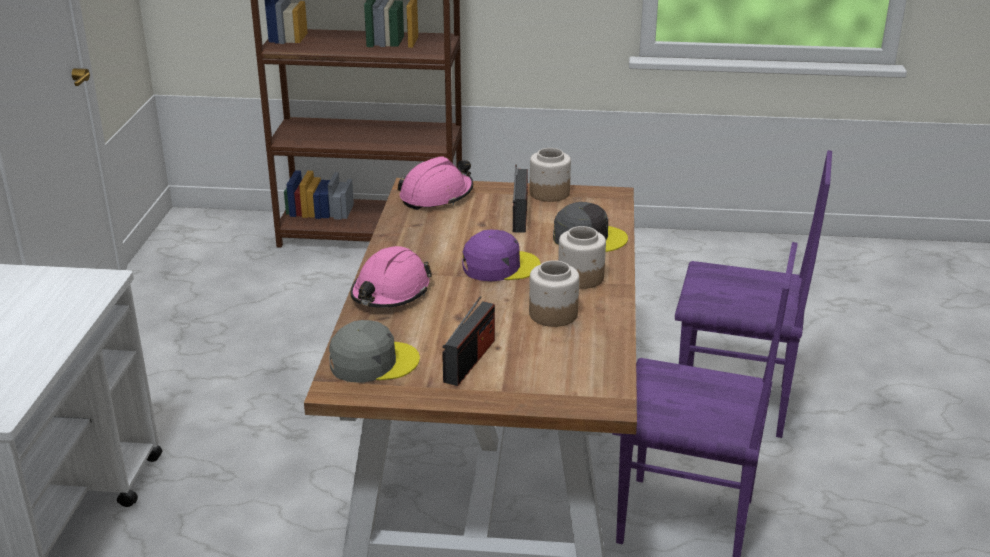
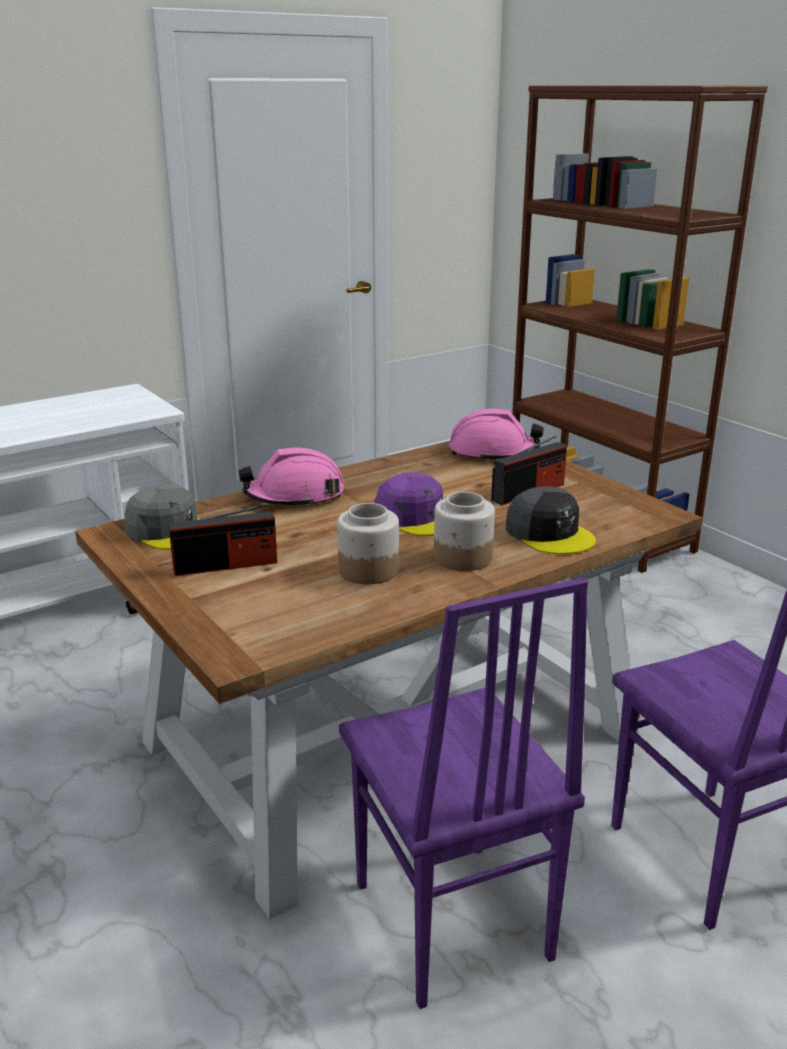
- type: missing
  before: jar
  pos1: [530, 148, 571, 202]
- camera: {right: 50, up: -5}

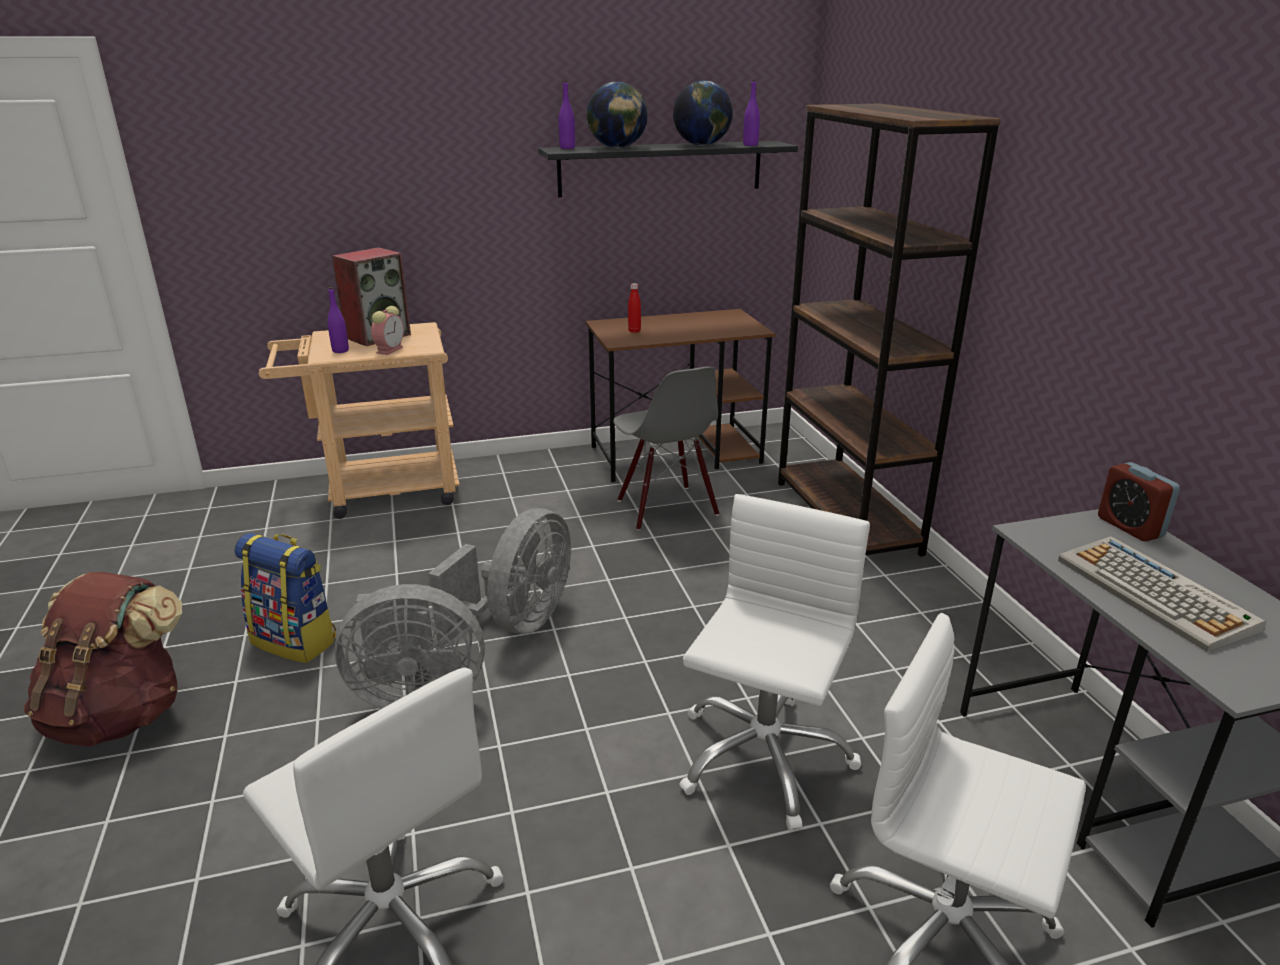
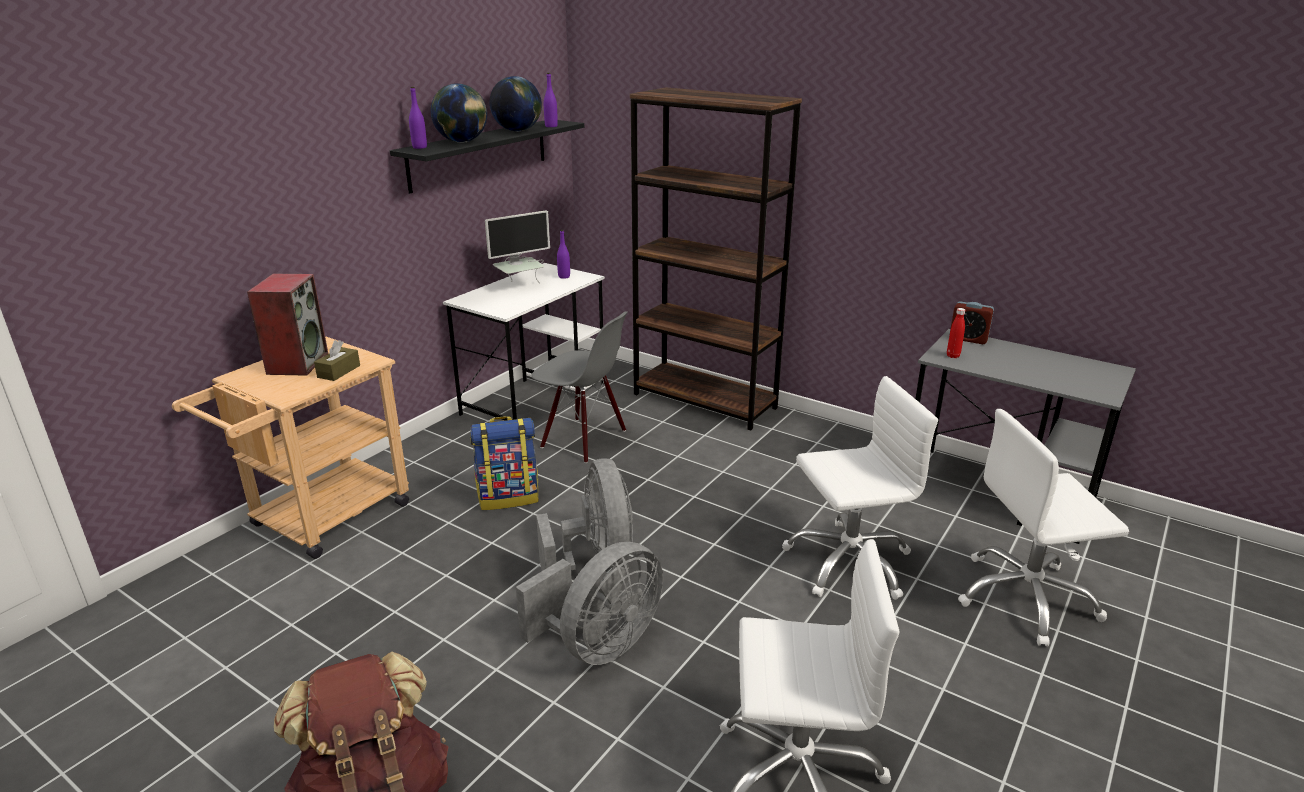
- type: missing
  before: computer keyboard
  pos1: [1058, 536, 1266, 652]
- type: appeared
  after: monitor
  pos2: [485, 210, 550, 284]
- type: relocated
  before: backpack
  pos1: [234, 533, 336, 663]
  pos2: [470, 416, 539, 510]
- type: relocated
  before: purplish beverage bottle
  pos1: [327, 287, 349, 353]
  pos2: [557, 230, 570, 279]
- type: relocated
  before: red-coloured beverage bottle
  pos1: [628, 283, 641, 333]
  pos2: [947, 308, 965, 358]
- type: exchanged
  before: alarm clock
  after: brownish box of tissues
  pos1: [371, 306, 404, 355]
  pos2: [314, 340, 360, 381]
- type: colour
  before: brownish desk unit
  after: whitish desk unit
  pos1: [585, 309, 776, 482]
  pos2: [443, 263, 605, 421]
- type: spun
  before: whitish desk chair
  pos1: [679, 494, 870, 830]
  pos2: [782, 376, 938, 600]
  turn: 90
- camera: {right: -40, up: 0}

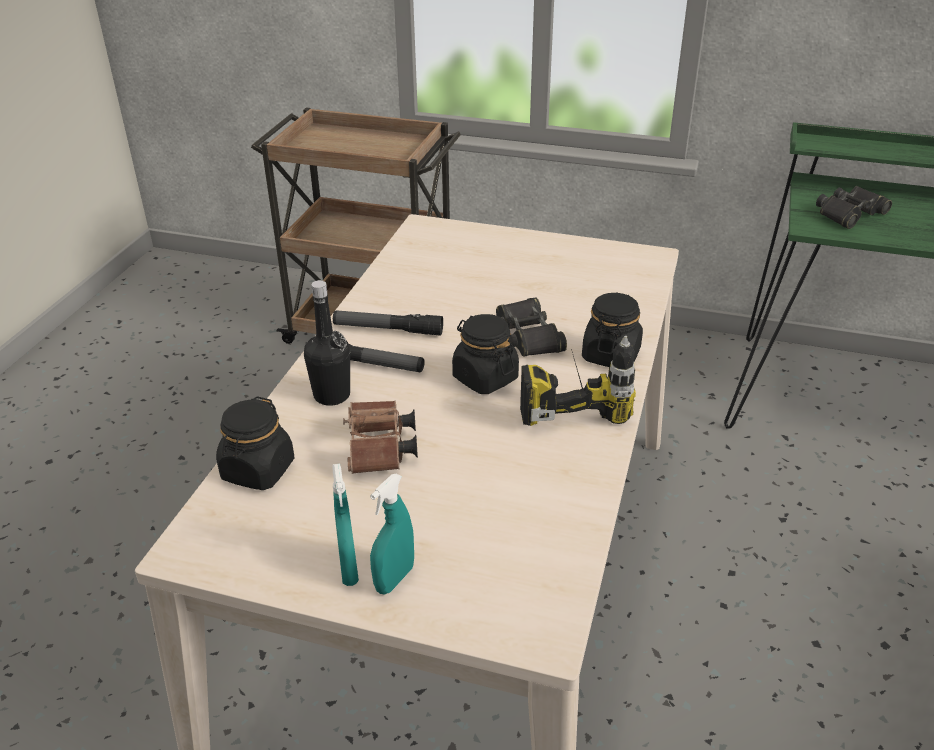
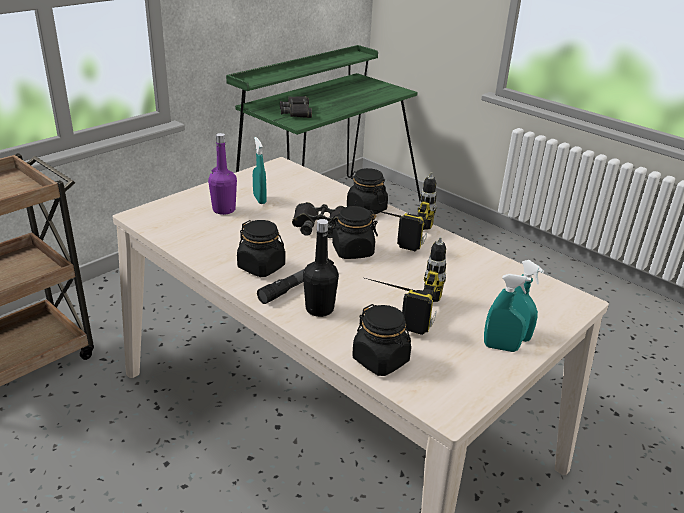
- type: appeared
  after: purplish beverage bottle
  pos2: [208, 133, 237, 215]
- type: appeared
  after: turquoise-coloured sprayer
  pos2: [253, 137, 267, 204]
- type: exchanged
  before: hand torch
  after: blackish jar
  pos1: [333, 310, 443, 336]
  pos2: [237, 220, 285, 277]
- type: exchanged
  before: brownish binoculars
  after: power drill
  pos1: [343, 401, 418, 474]
  pos2: [365, 237, 446, 335]
- camera: {right: -65, up: -5}

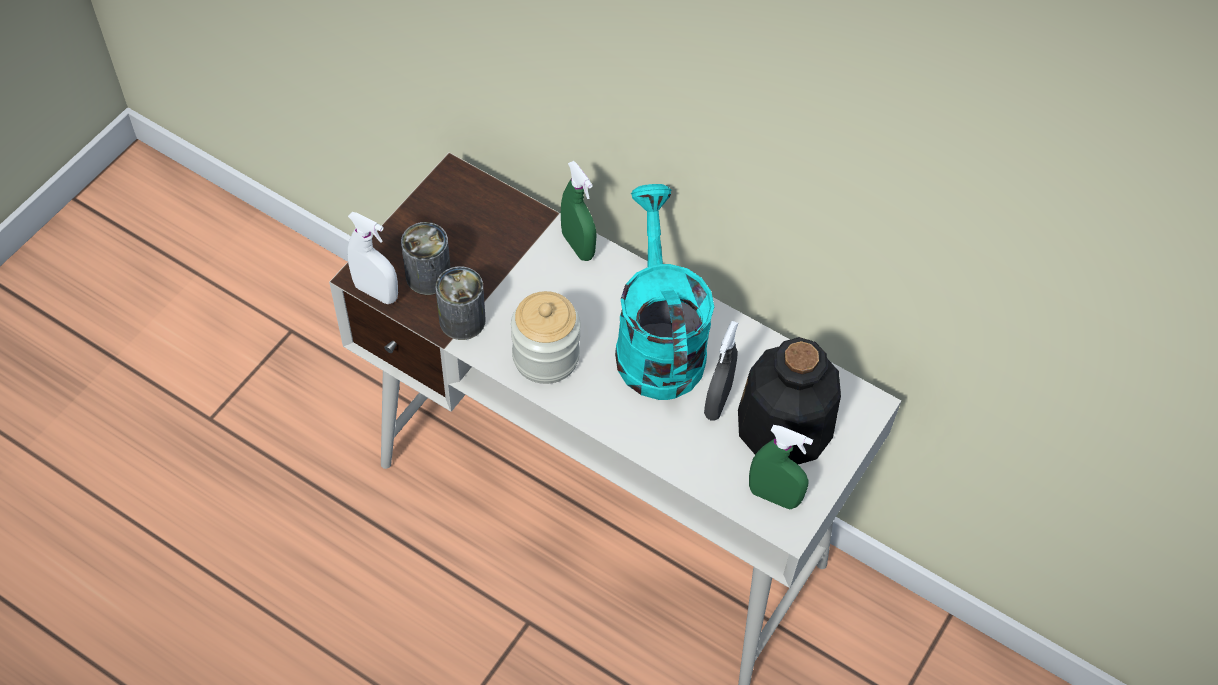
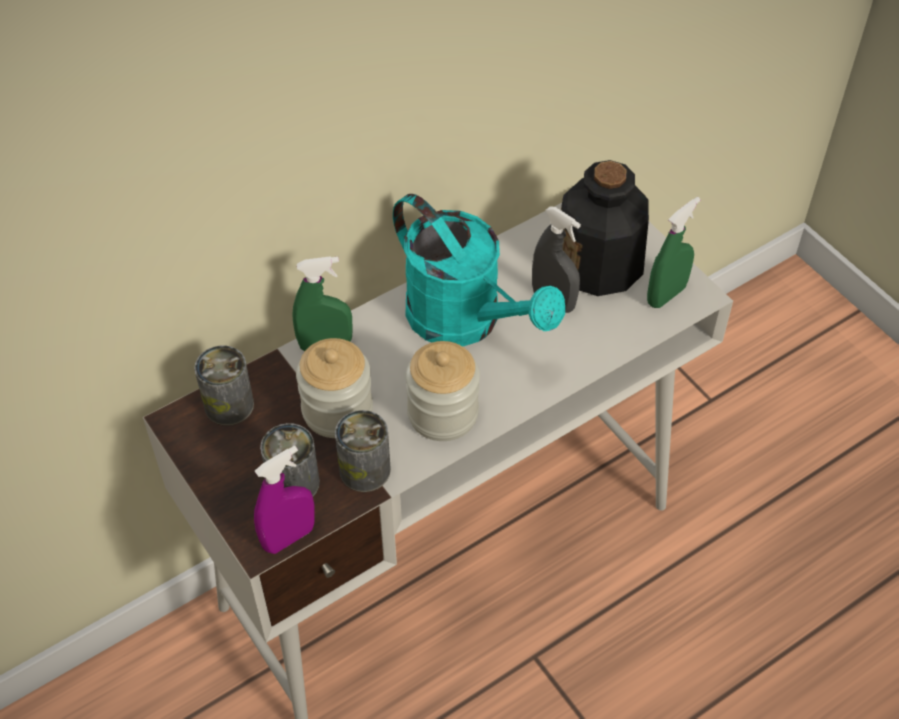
- type: appeared
  after: sealed can
  pos2: [194, 346, 254, 426]
- type: appeared
  after: jar
  pos2: [296, 338, 373, 438]
- type: colour
  before: whitish sprayer
  after: purplish sprayer
  pos1: [347, 212, 398, 304]
  pos2: [254, 445, 314, 554]
- type: spun
  before: turquoise-coloured sprinkling can
  pos1: [615, 184, 714, 400]
  pos2: [393, 194, 565, 346]
  turn: -150
- camera: {right: -65, up: -5}

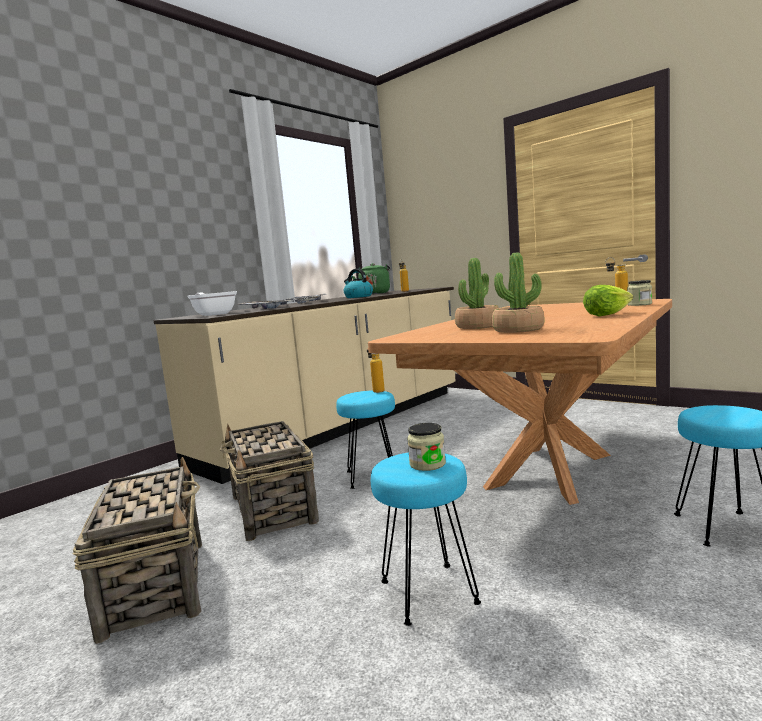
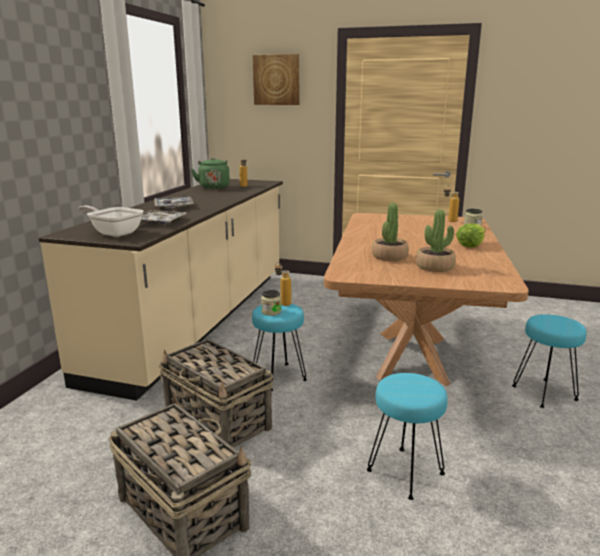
- type: missing
  before: tea kettle
  pos1: [344, 269, 373, 298]
- type: appeared
  after: wall picture
  pos2: [253, 54, 299, 105]
- type: relocated
  before: jar
  pos1: [407, 423, 446, 471]
  pos2: [261, 290, 281, 316]
- camera: {right: -25, up: 10}

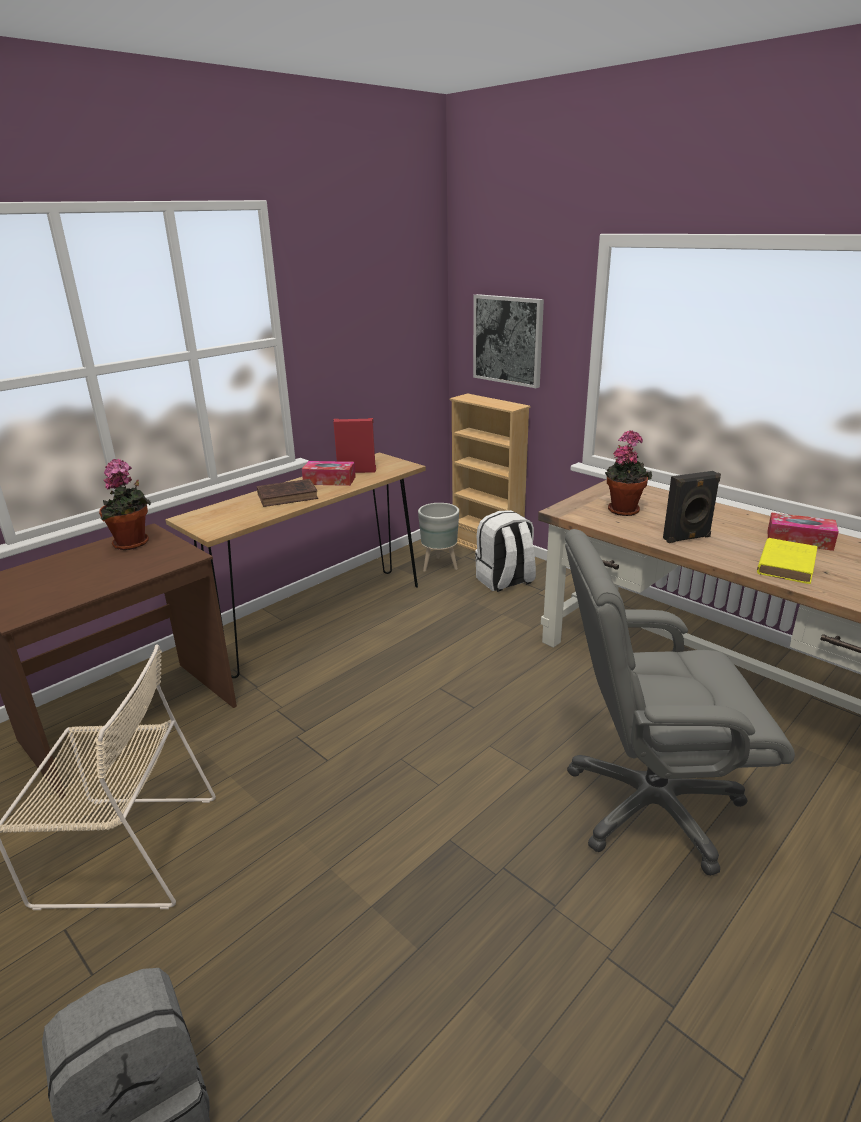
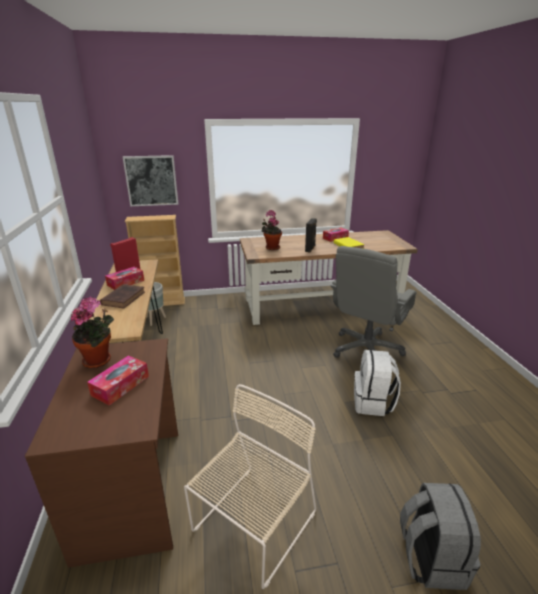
- type: appeared
  after: box of tissues
  pos2: [87, 355, 149, 406]
- type: relocated
  before: whitish backpack
  pos1: [475, 510, 536, 592]
  pos2: [354, 350, 401, 416]
- camera: {right: -55, up: 0}

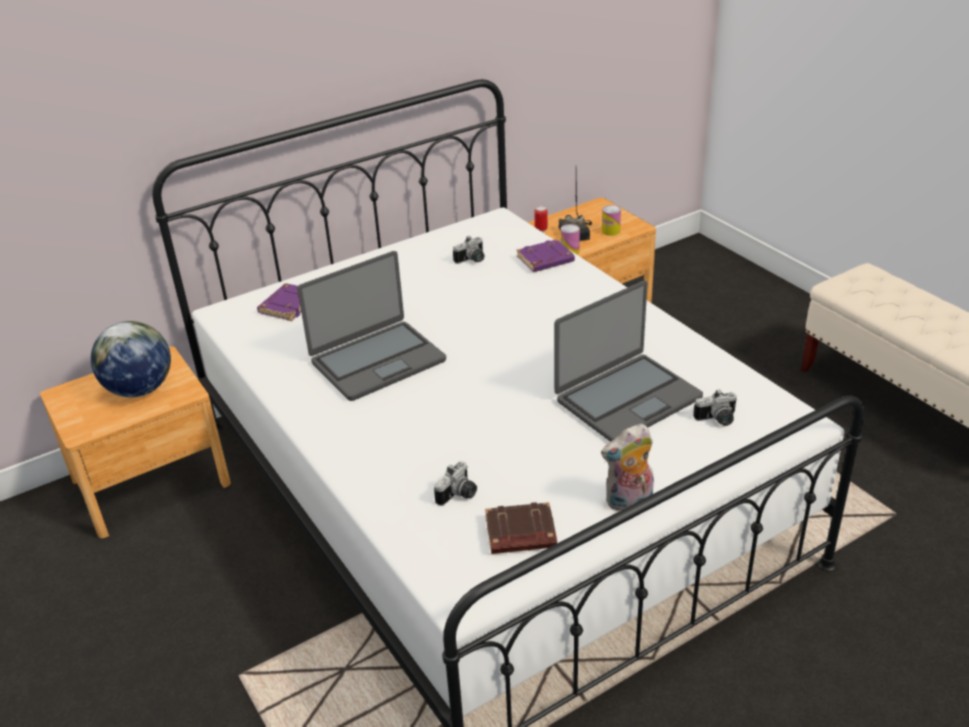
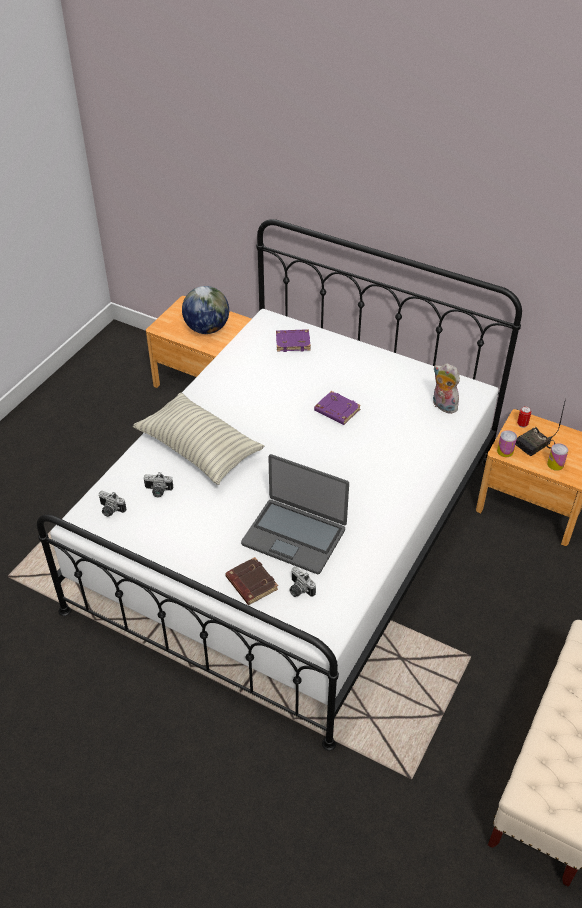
- type: missing
  before: portable computer
  pos1: [297, 251, 446, 401]
- type: appeared
  after: cushion
  pos2: [133, 392, 264, 485]
- type: relocated
  before: still camera
  pos1: [453, 236, 485, 264]
  pos2: [98, 491, 127, 517]
- type: relocated
  before: brownish book
  pos1: [485, 502, 557, 554]
  pos2: [225, 557, 278, 605]
- type: relocated
  before: purplish book
  pos1: [517, 239, 575, 272]
  pos2: [314, 391, 361, 425]
- type: relocated
  before: plush toy
  pos1: [601, 424, 654, 511]
  pos2: [433, 363, 460, 414]
- camera: {right: 60, up: 10}

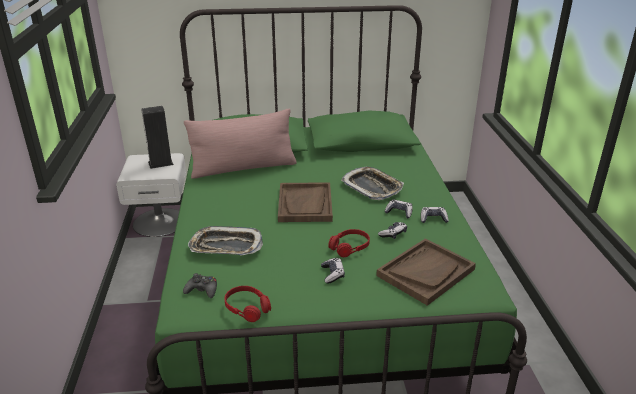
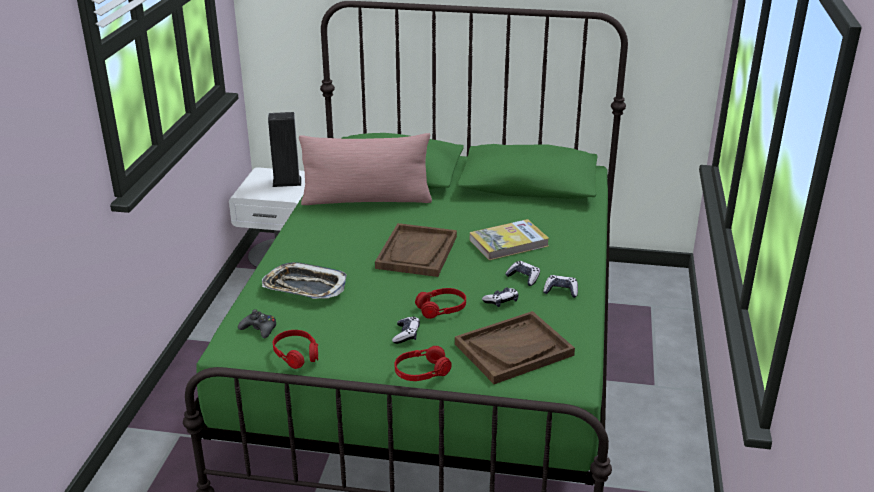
- type: appeared
  after: red-coloured pair of headphones
  pos2: [395, 346, 452, 381]
- type: exchanged
  before: carrying tray
  after: book
  pos1: [341, 167, 404, 200]
  pos2: [470, 219, 549, 260]
- camera: {right: 15, up: 0}

